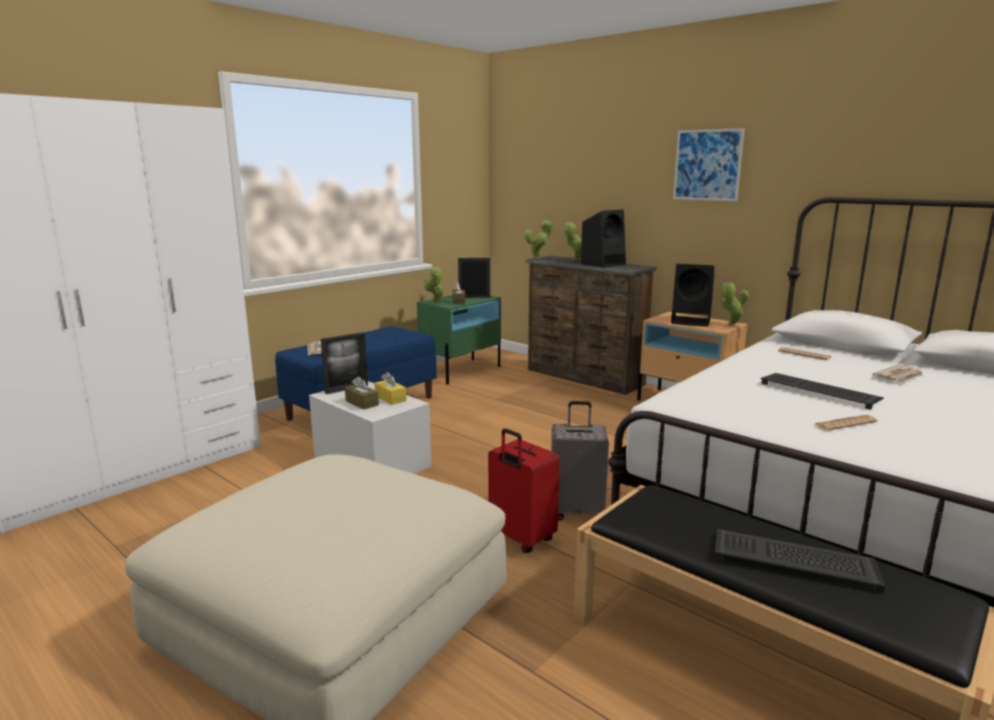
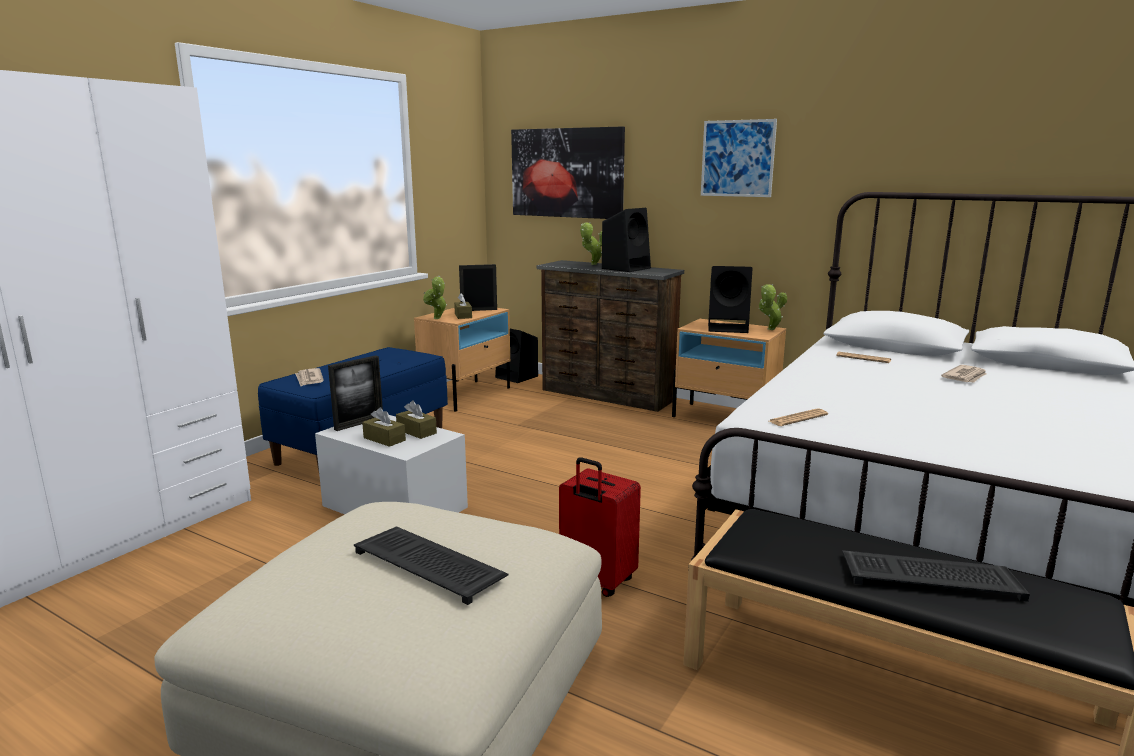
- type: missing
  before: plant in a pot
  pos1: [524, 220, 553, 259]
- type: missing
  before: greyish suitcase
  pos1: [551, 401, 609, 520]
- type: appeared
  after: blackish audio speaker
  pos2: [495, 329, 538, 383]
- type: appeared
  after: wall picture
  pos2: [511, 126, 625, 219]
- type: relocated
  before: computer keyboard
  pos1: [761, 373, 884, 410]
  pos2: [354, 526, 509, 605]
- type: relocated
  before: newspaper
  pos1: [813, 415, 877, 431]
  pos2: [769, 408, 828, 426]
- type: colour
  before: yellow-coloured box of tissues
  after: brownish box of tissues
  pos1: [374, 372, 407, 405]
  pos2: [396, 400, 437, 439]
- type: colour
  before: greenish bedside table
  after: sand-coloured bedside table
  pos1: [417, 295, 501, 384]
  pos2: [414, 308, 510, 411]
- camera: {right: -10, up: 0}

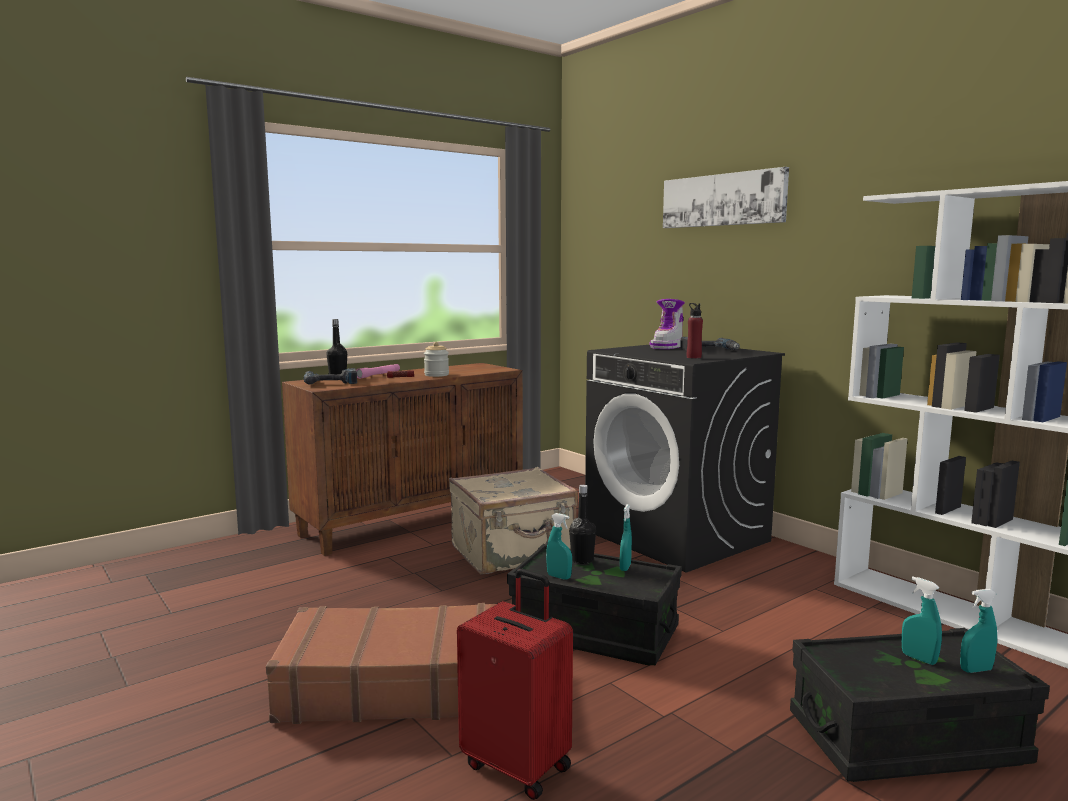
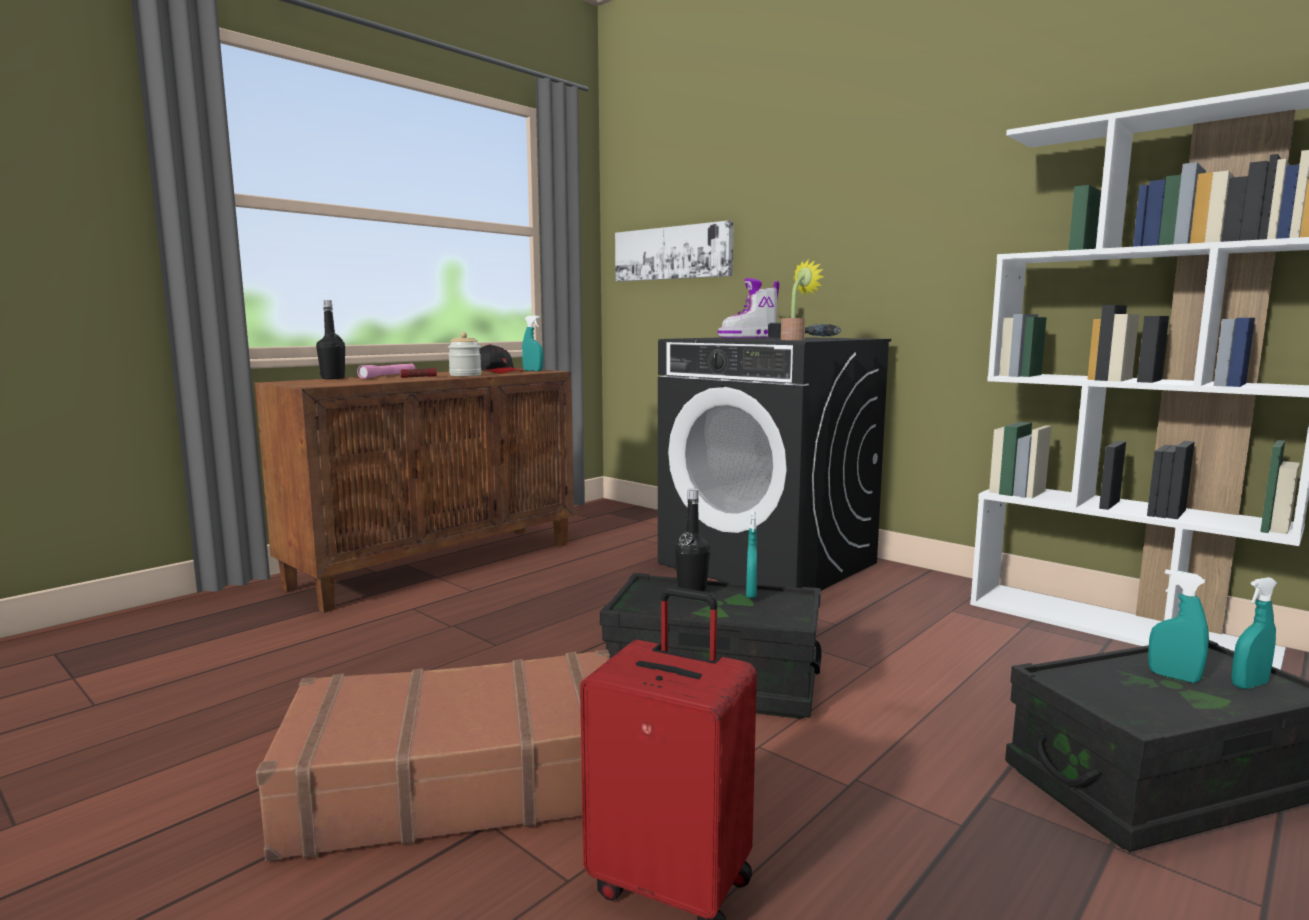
- type: missing
  before: power drill
  pos1: [304, 368, 357, 384]
- type: missing
  before: sand-coloured suitcase
  pos1: [449, 467, 578, 575]
- type: appeared
  after: blackish cap
  pos2: [479, 344, 524, 373]
- type: relocated
  before: turquoise-coloured sprayer
  pos1: [546, 513, 572, 580]
  pos2: [522, 316, 543, 371]
- type: relocated
  before: wall picture
  pos1: [663, 167, 789, 228]
  pos2: [615, 220, 734, 282]
- type: exchanged
  before: red-coloured beverage bottle
  after: plant in a pot
  pos1: [687, 303, 703, 359]
  pos2: [781, 259, 824, 340]
- type: spun
  before: tall boot
  pos1: [649, 299, 685, 349]
  pos2: [717, 278, 780, 338]
  turn: 60
- camera: {right: -10, up: 0}

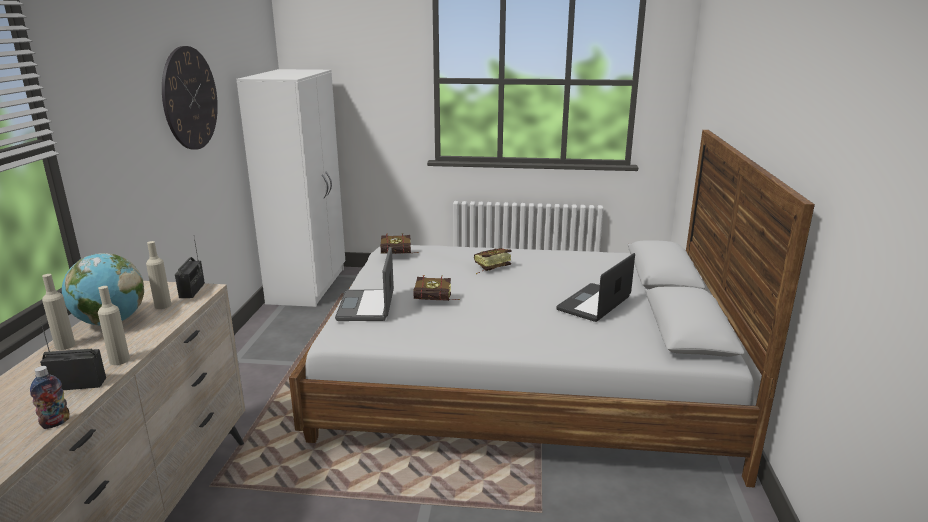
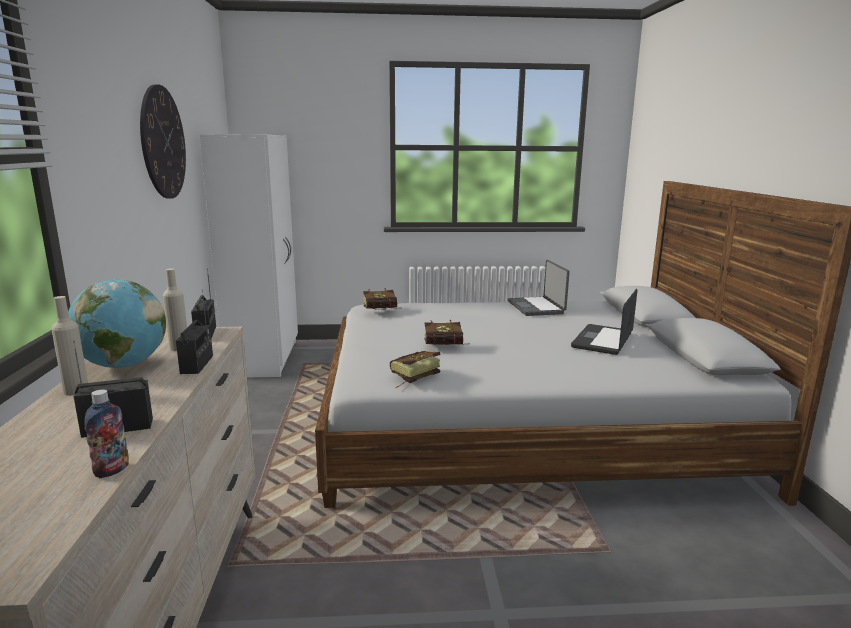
- type: missing
  before: sand-coloured beverage bottle
  pos1: [98, 286, 130, 365]
- type: appeared
  after: radio receiver
  pos2: [176, 290, 213, 374]
- type: relocated
  before: portable computer
  pos1: [335, 247, 394, 321]
  pos2: [508, 260, 570, 316]
- type: relocated
  before: book
  pos1: [474, 248, 512, 274]
  pos2: [390, 351, 440, 388]
- camera: {right: -10, up: -5}

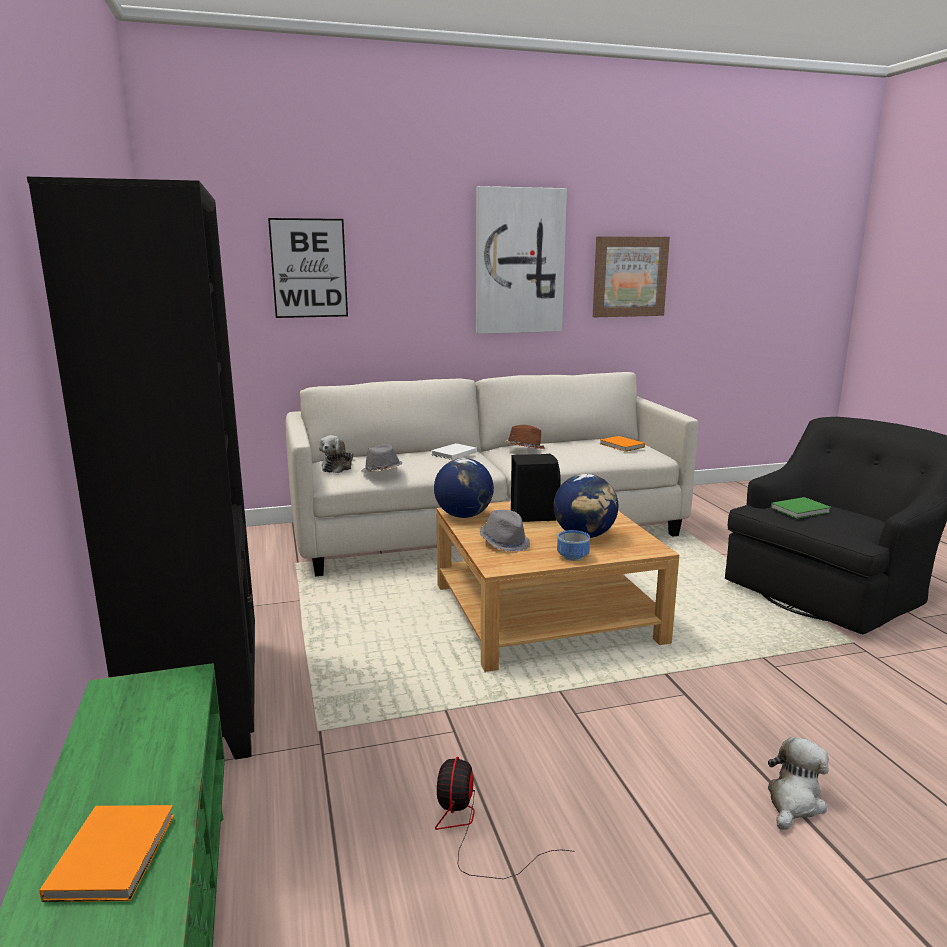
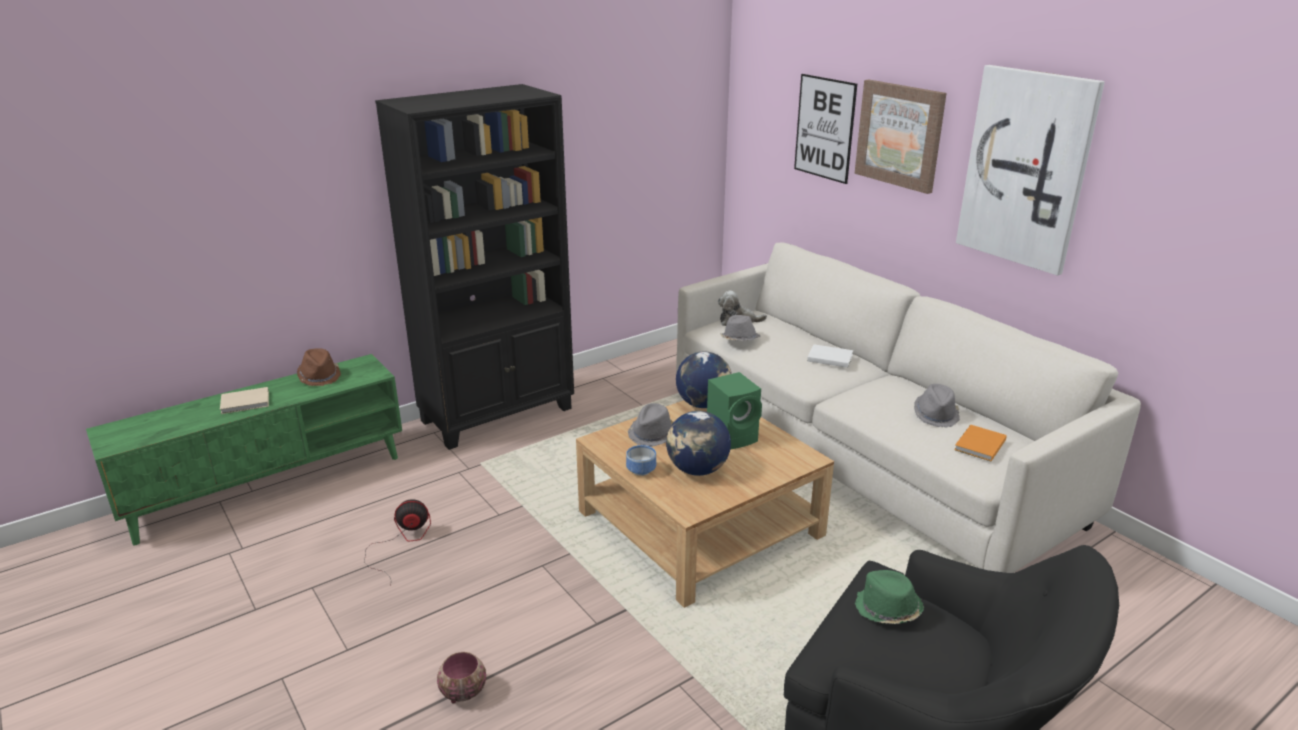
- type: appeared
  after: greyish clothing hat
  pos2: [914, 384, 960, 428]
- type: relocated
  before: brownish clothing hat
  pos1: [505, 425, 545, 449]
  pos2: [297, 348, 341, 386]
- type: relocated
  before: wall picture
  pos1: [593, 236, 670, 317]
  pos2: [854, 80, 947, 194]
- type: exchanged
  before: plush toy
  after: bowl
  pos1: [768, 737, 829, 830]
  pos2: [437, 652, 486, 703]
- type: exchanged
  before: greenish book
  after: greenish clothing hat
  pos1: [771, 497, 831, 519]
  pos2: [855, 570, 924, 624]
- type: colour
  before: orange book
  after: sand-coloured book
  pos1: [39, 805, 174, 902]
  pos2: [220, 387, 269, 414]
- type: colour
  before: blackish audio speaker
  after: greenish audio speaker
  pos1: [511, 454, 561, 522]
  pos2: [707, 372, 762, 450]
- camera: {right: 70, up: 10}

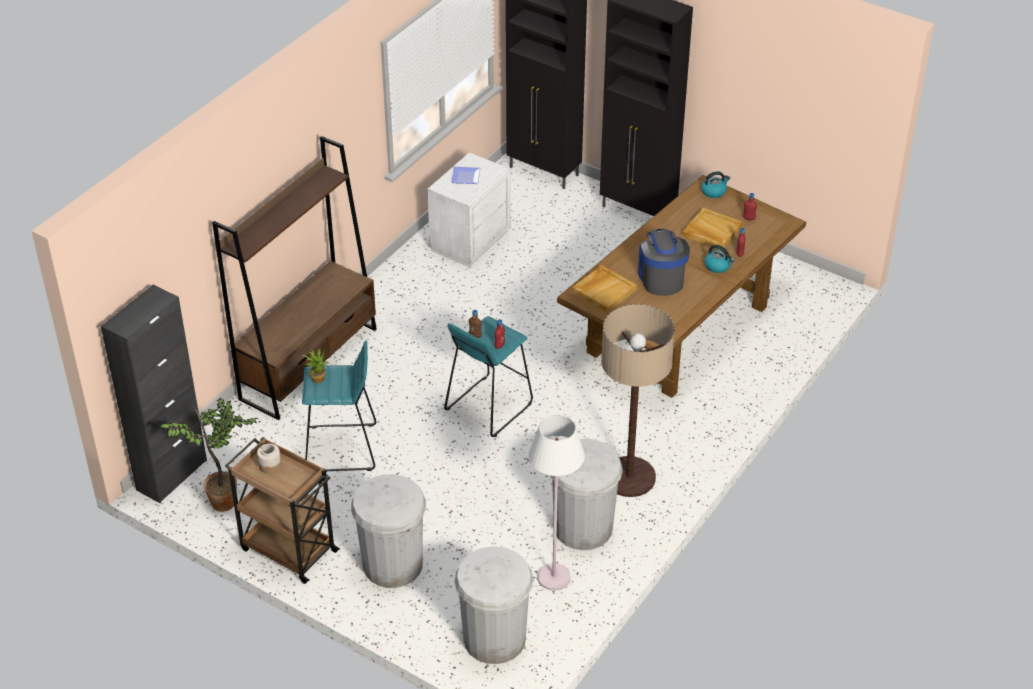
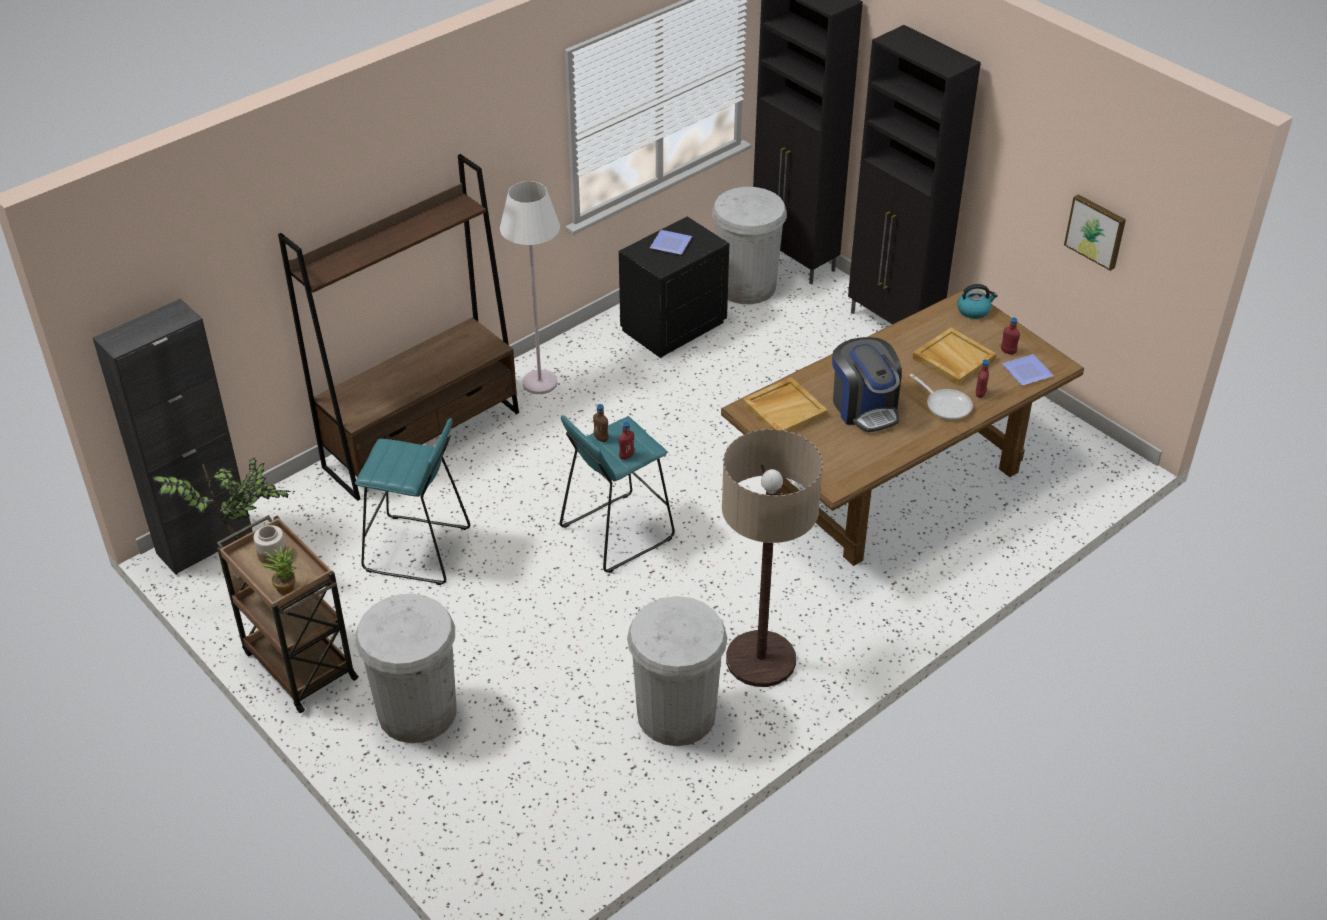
- type: appeared
  after: plate
  pos2: [1002, 354, 1054, 386]
- type: appeared
  after: wall picture
  pos2: [1064, 194, 1126, 271]
- type: relocated
  before: plant in a pot
  pos1: [302, 349, 329, 383]
  pos2: [262, 544, 296, 594]
- type: relocated
  before: whitish waste bin
  pos1: [455, 546, 533, 664]
  pos2: [712, 187, 787, 304]
- type: relocated
  before: whitish standard lamp
  pos1: [529, 415, 585, 591]
  pos2: [500, 181, 560, 394]
- type: exchanged
  before: tea kettle
  after: skillet
  pos1: [705, 245, 735, 273]
  pos2: [909, 374, 973, 420]
- type: colour
  before: whitish bedside table
  after: blackish bedside table
  pos1: [427, 152, 511, 267]
  pos2: [619, 216, 730, 358]
- type: spun
  before: coffee maker
  pos1: [638, 229, 690, 296]
  pos2: [832, 337, 902, 432]
  turn: 150
- camera: {right: 15, up: 0}

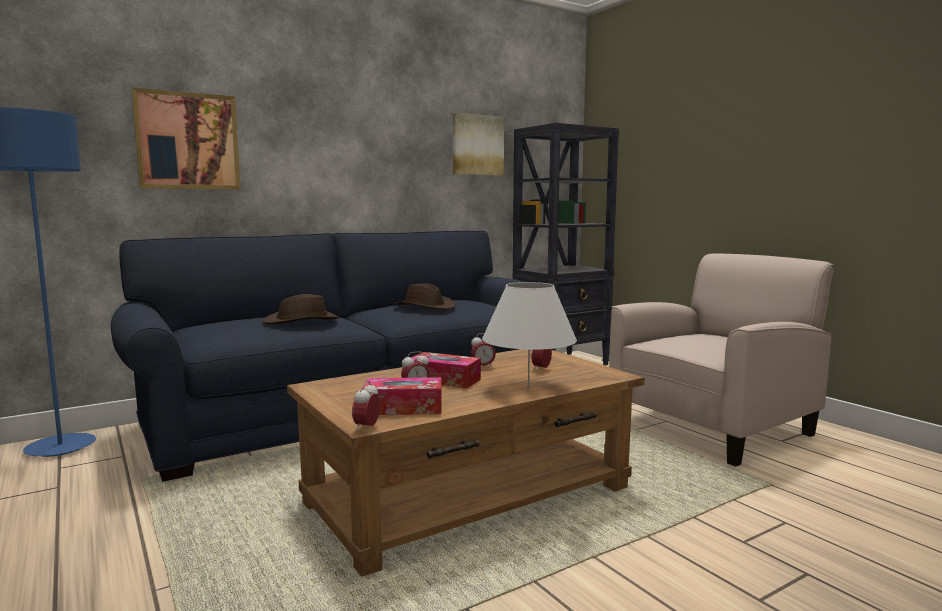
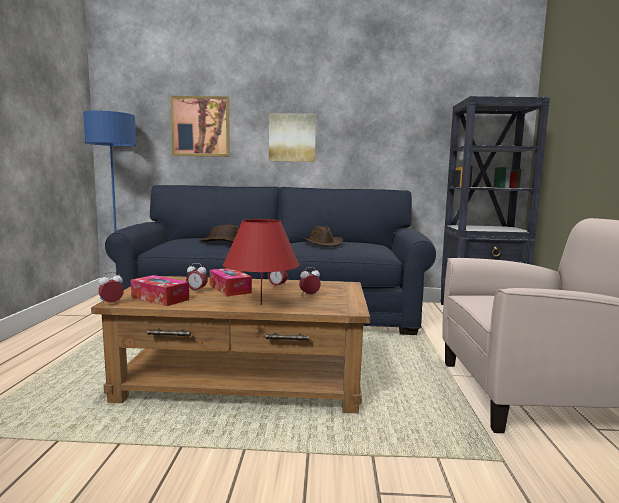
- type: relocated
  before: wall picture
  pos1: [453, 112, 504, 175]
  pos2: [269, 113, 316, 162]
- type: colour
  before: whitish tabletop lamp
  after: red-coloured tabletop lamp
  pos1: [482, 282, 577, 389]
  pos2: [223, 219, 299, 305]
- camera: {right: 35, up: 0}

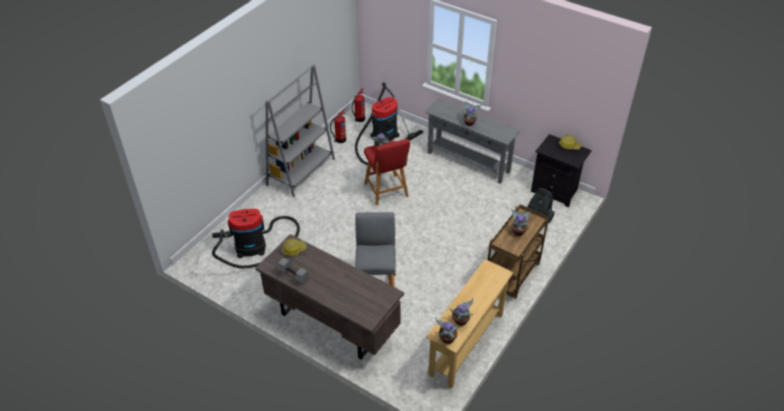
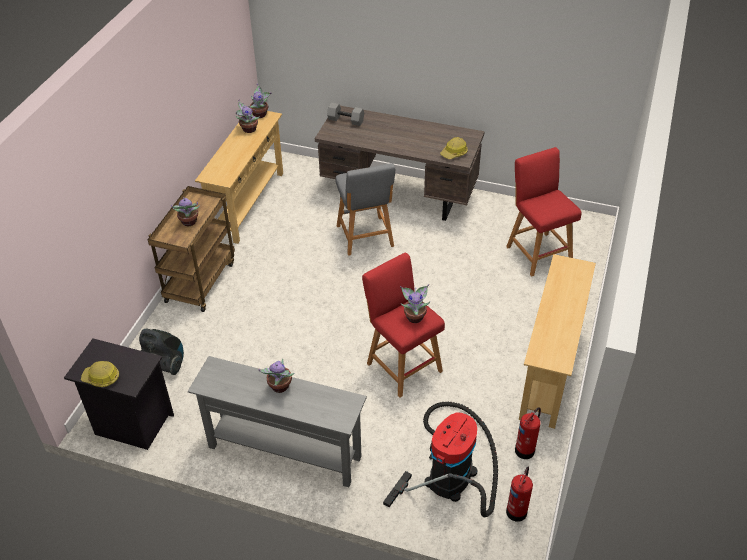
- type: relocated
  before: greyish dumbbell
  pos1: [277, 258, 310, 285]
  pos2: [327, 102, 364, 126]
- type: exchanged
  before: hoover
  after: red-coloured sitting stool
  pos1: [212, 209, 300, 269]
  pos2: [506, 147, 581, 277]
- type: exchanged
  before: greyish bookcase
  after: sand-coloured narrow table
  pos1: [265, 65, 335, 197]
  pos2: [519, 254, 596, 429]
- camera: {right: 165, up: 0}

